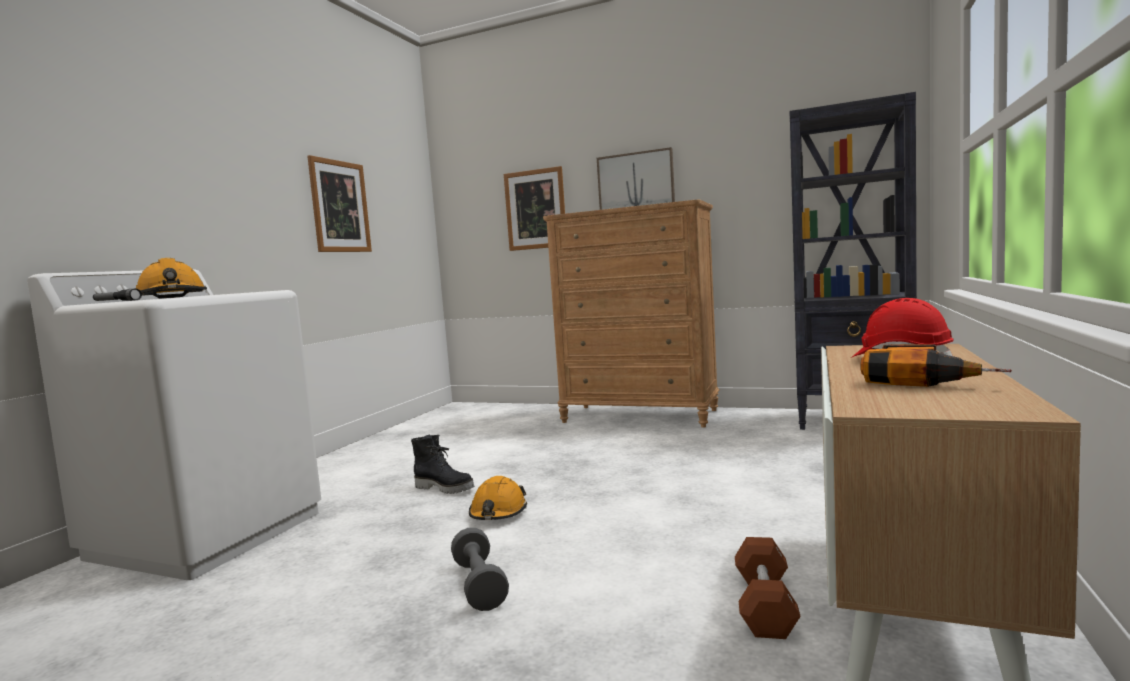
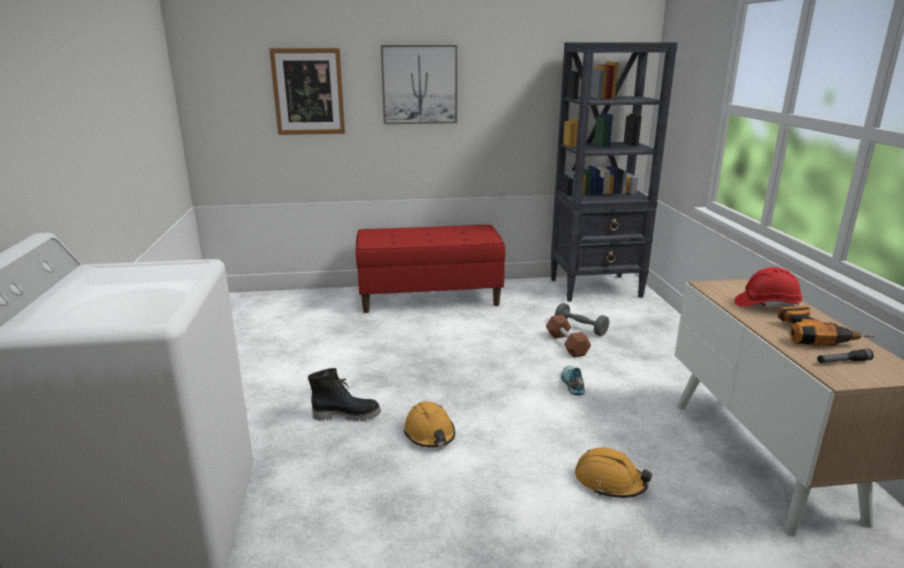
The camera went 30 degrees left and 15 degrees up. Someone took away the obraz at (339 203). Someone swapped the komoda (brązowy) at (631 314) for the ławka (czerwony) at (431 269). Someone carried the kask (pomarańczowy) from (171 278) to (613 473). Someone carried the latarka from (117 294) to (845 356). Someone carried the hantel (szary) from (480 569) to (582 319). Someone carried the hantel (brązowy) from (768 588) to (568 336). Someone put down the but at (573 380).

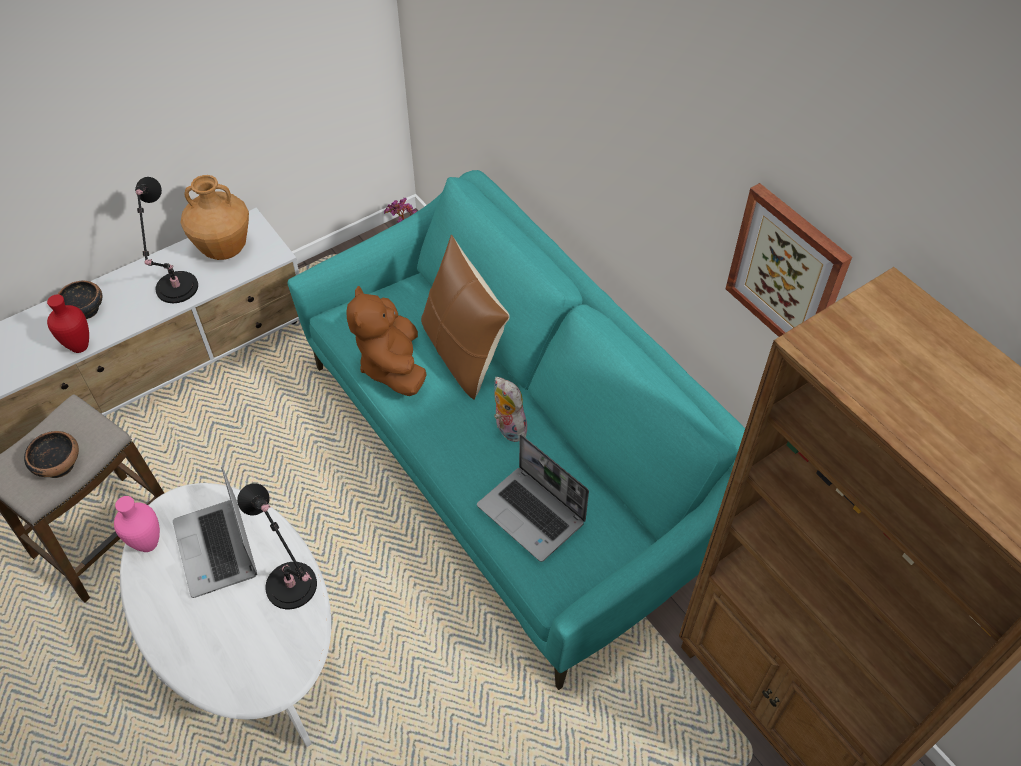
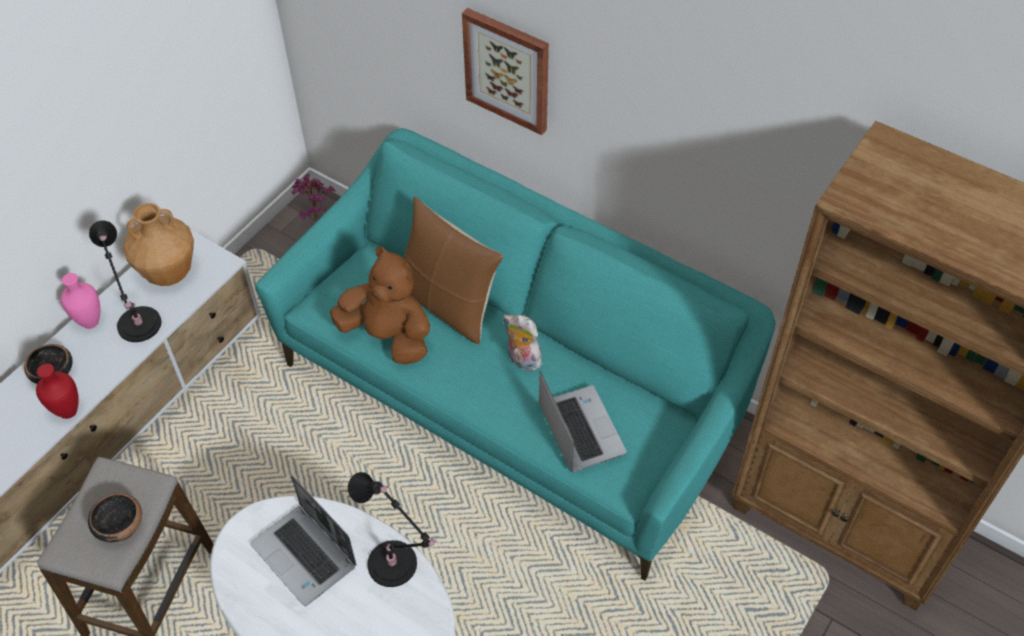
The camera went 20 degrees left and 0 degrees up. Someone carried the obraz from (789 260) to (505 71). Someone rotated the pluszak (brązowy) at (386 341) by 150 degrees clockwise. Someone rotated the laptop at (533 498) by 135 degrees counterclockwise. Someone carried the wazon (różowy) from (137 524) to (80 301).

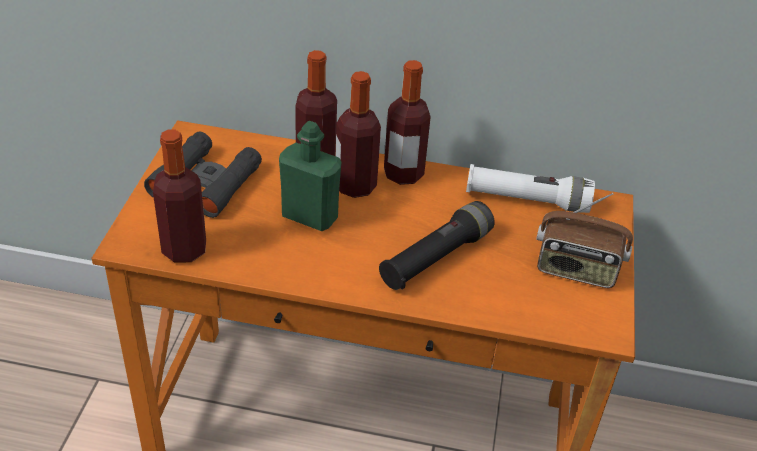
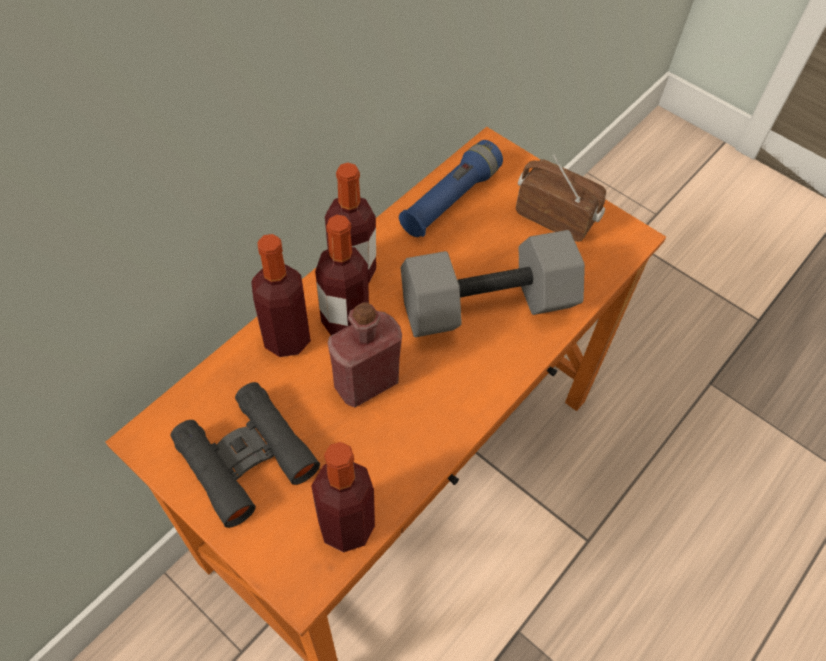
The camera went 60 degrees left and 15 degrees up. Someone repainted the butelka (zielony) at (310 176), which became the butelka (czerwony) at (364 355). Someone repainted the latarka (biały) at (530 188), which became the latarka (niebieski) at (451 188). Someone rotated the radio at (584 240) by 105 degrees counterclockwise. Someone swapped the latarka (czarny) at (437 245) for the hantel (szary) at (493 283).

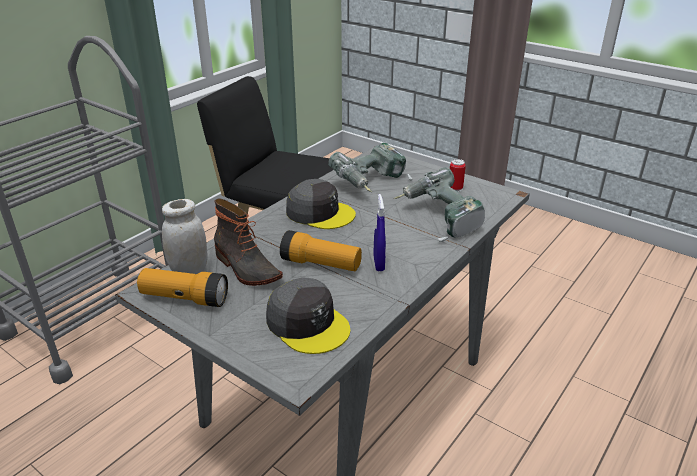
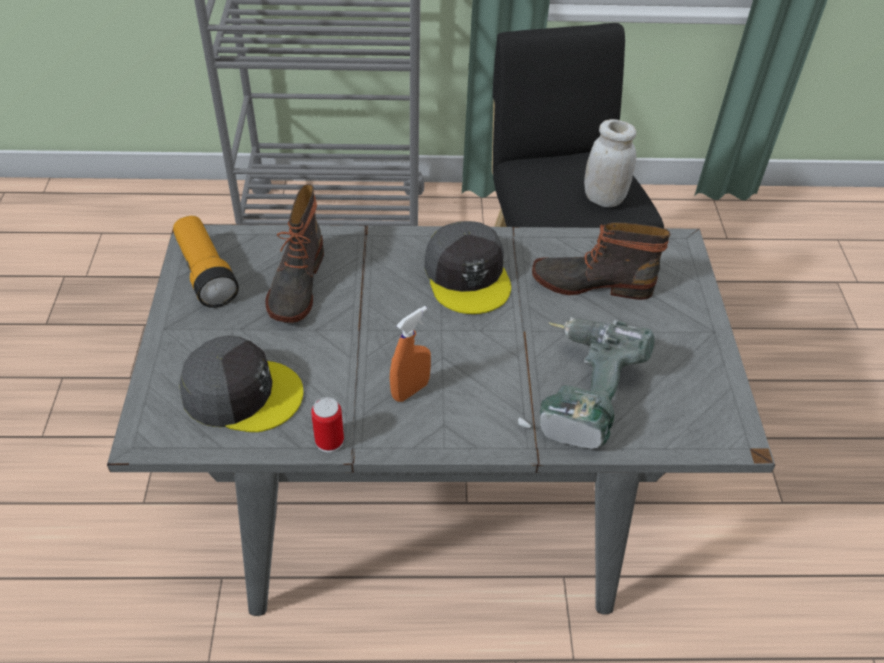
The camera went 50 degrees right and 15 degrees up. Someone swapped the wiertarka at (370 167) for the but z cholewką at (601 261). Someone carried the puszka from (458 175) to (327 425). Someone repainted the spryskiwacz (niebieski) at (380 232), which became the spryskiwacz (pomarańczowy) at (410 354). Someone carried the słoik (biały) from (185 236) to (610 163). Someone took away the latarka at (321 250). Someone rotated the czapka z daszkiem (szary) at (308 316) by 90 degrees counterclockwise.

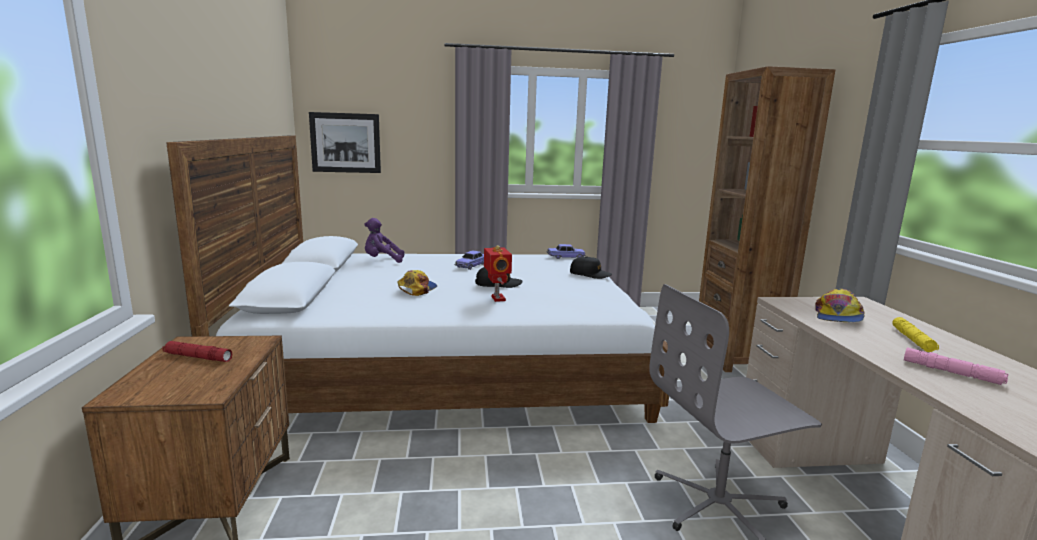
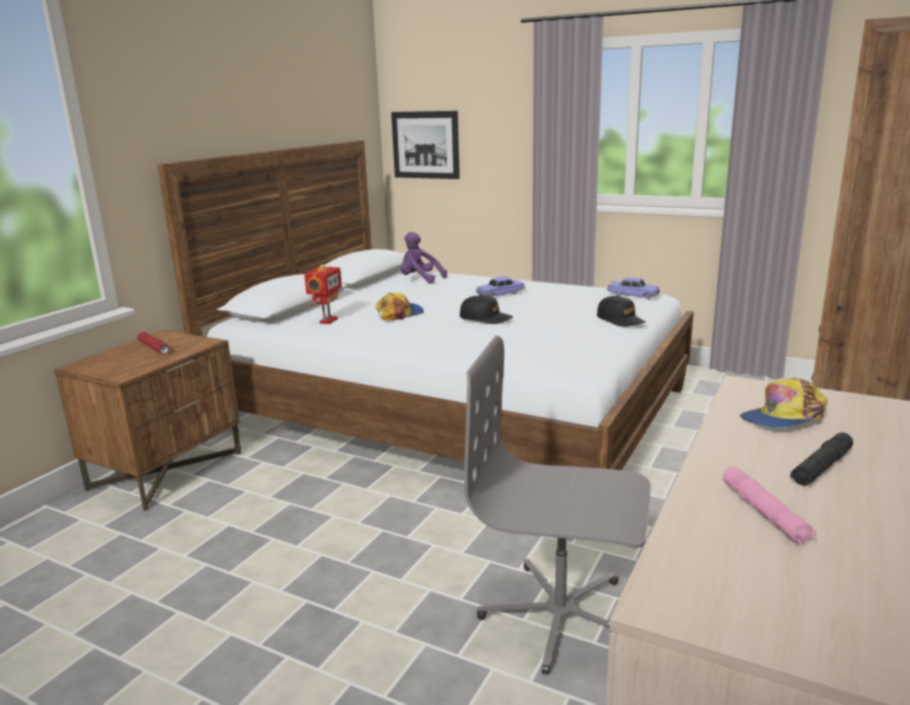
The camera went 35 degrees right and 5 degrees up. Someone carried the robot zabawkowy from (498 273) to (323 294). Someone repainted the latarka (żółty) at (915 334), which became the latarka (czarny) at (821 459).

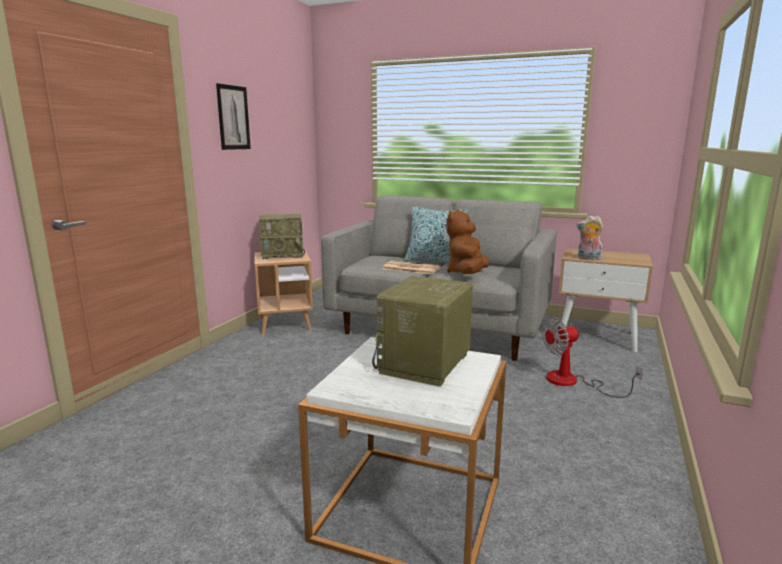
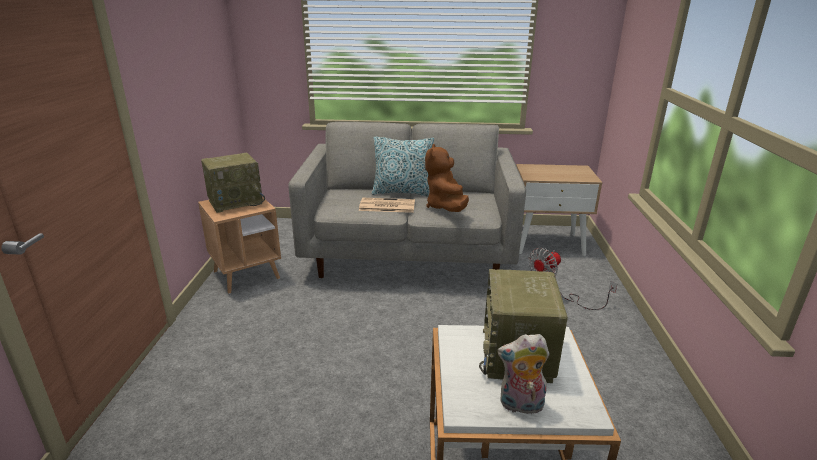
The camera went 20 degrees left and 10 degrees up. Someone took away the obraz at (233 116). Someone carried the pluszak from (590 238) to (523 374).

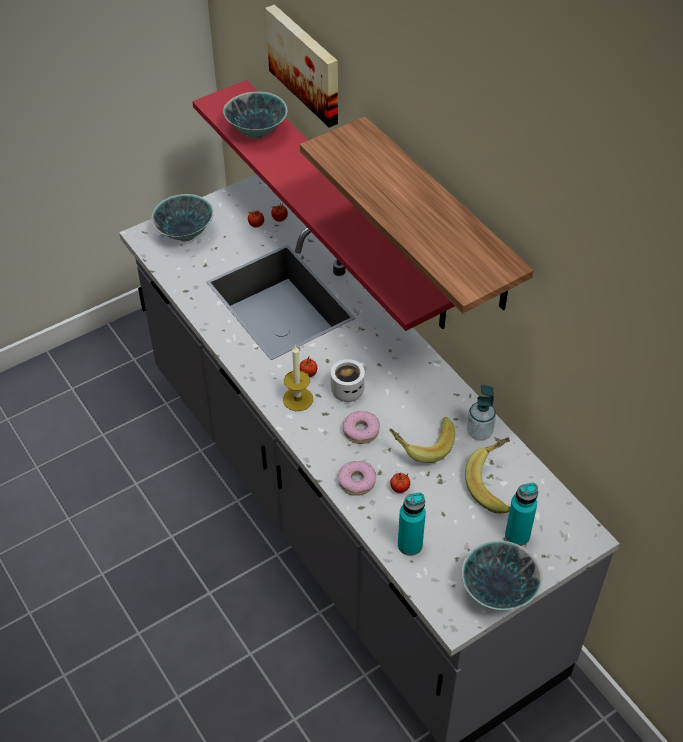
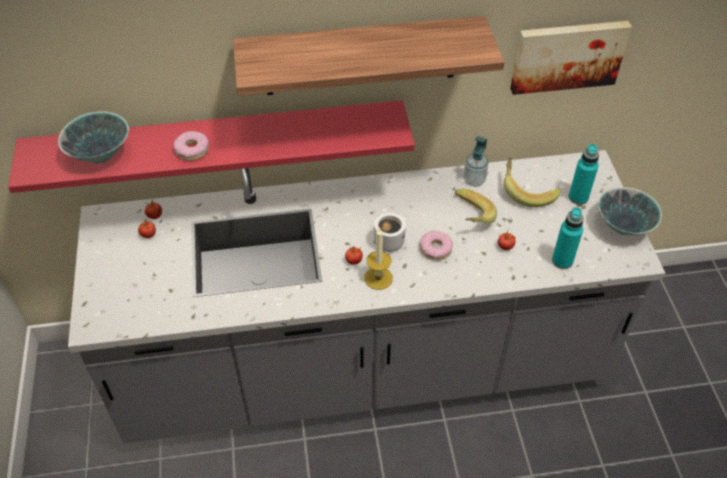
The camera went 65 degrees left and 0 degrees up. Someone carried the obraz from (301 66) to (571 58). Someone took away the miska at (182 218). Someone carried the donut from (357 478) to (191 146).

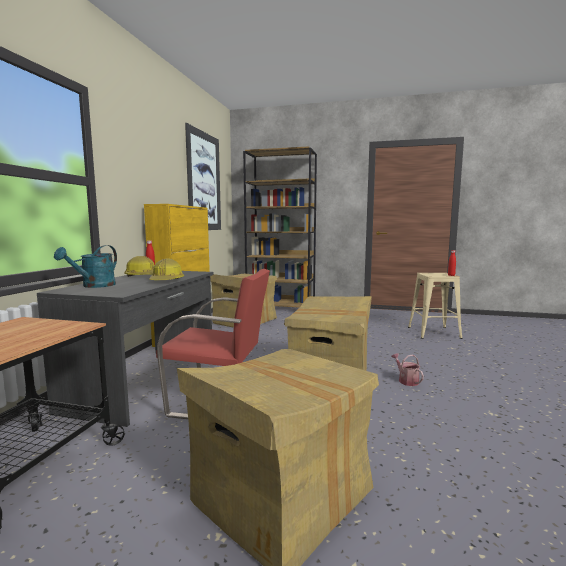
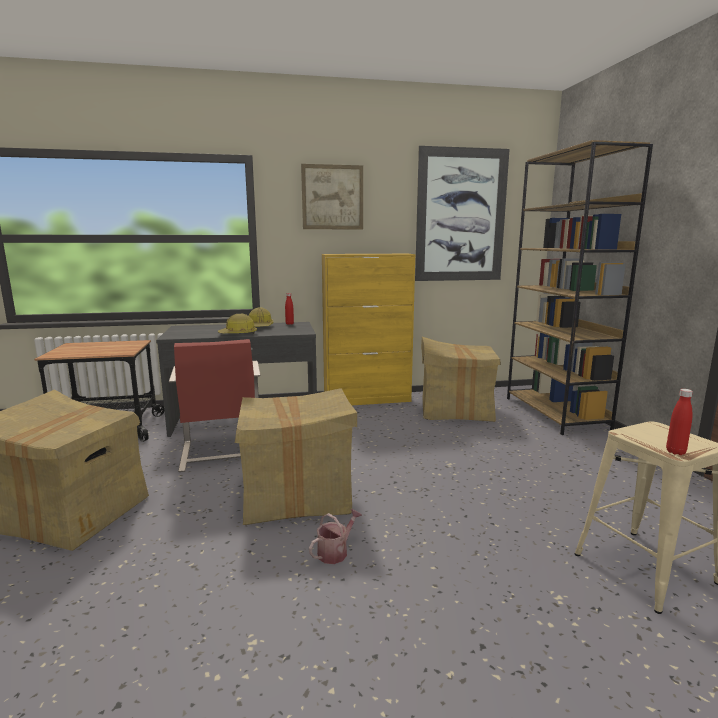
The camera went 65 degrees right and 5 degrees up. Someone took away the konewka (turkusowy) at (85 266). Someone put up the obraz at (332 196).

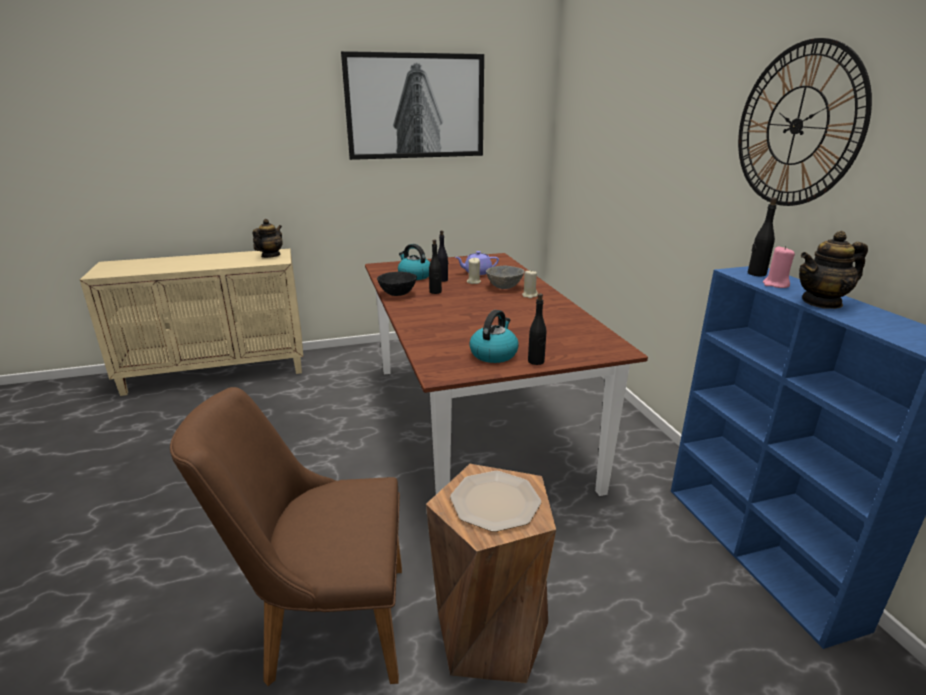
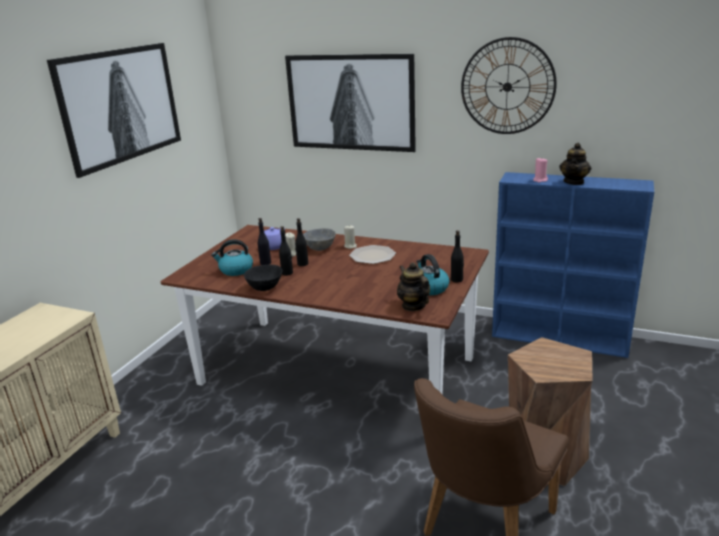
The camera went 50 degrees left and 0 degrees up. Someone carried the butelka (czarny) from (762 237) to (301 242). Someone carried the imbryk from (268 238) to (413 286). Someone carried the talerz from (495 501) to (372 254). Someone put up the obraz at (350 103).

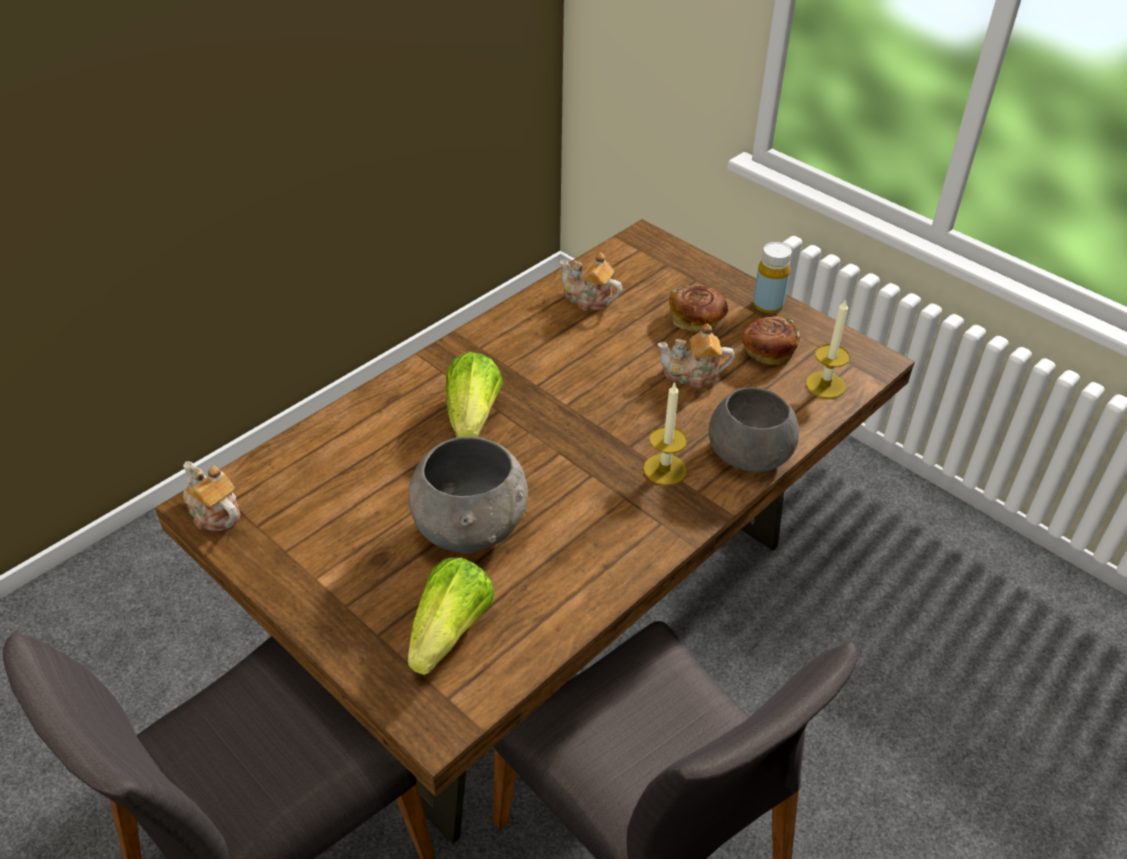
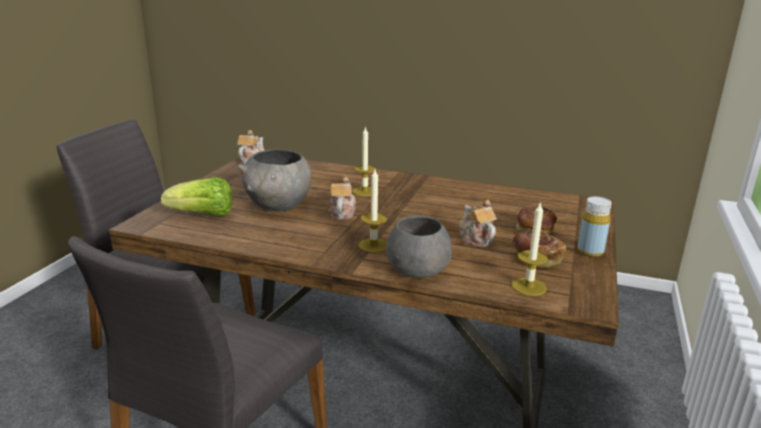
The camera went 65 degrees right and 20 degrees down. Someone carried the imbryk from (591 281) to (342 198). Someone swapped the sałata at (474 395) for the świeca at (364 161).

